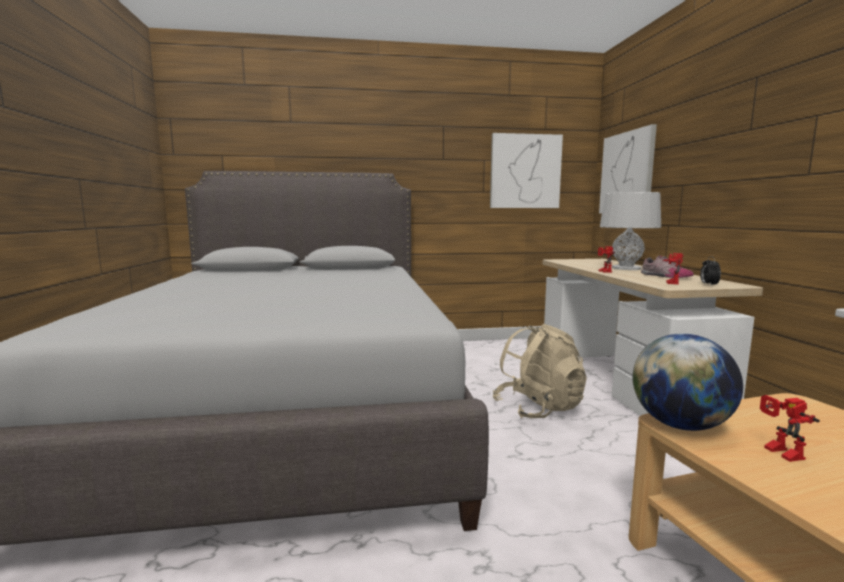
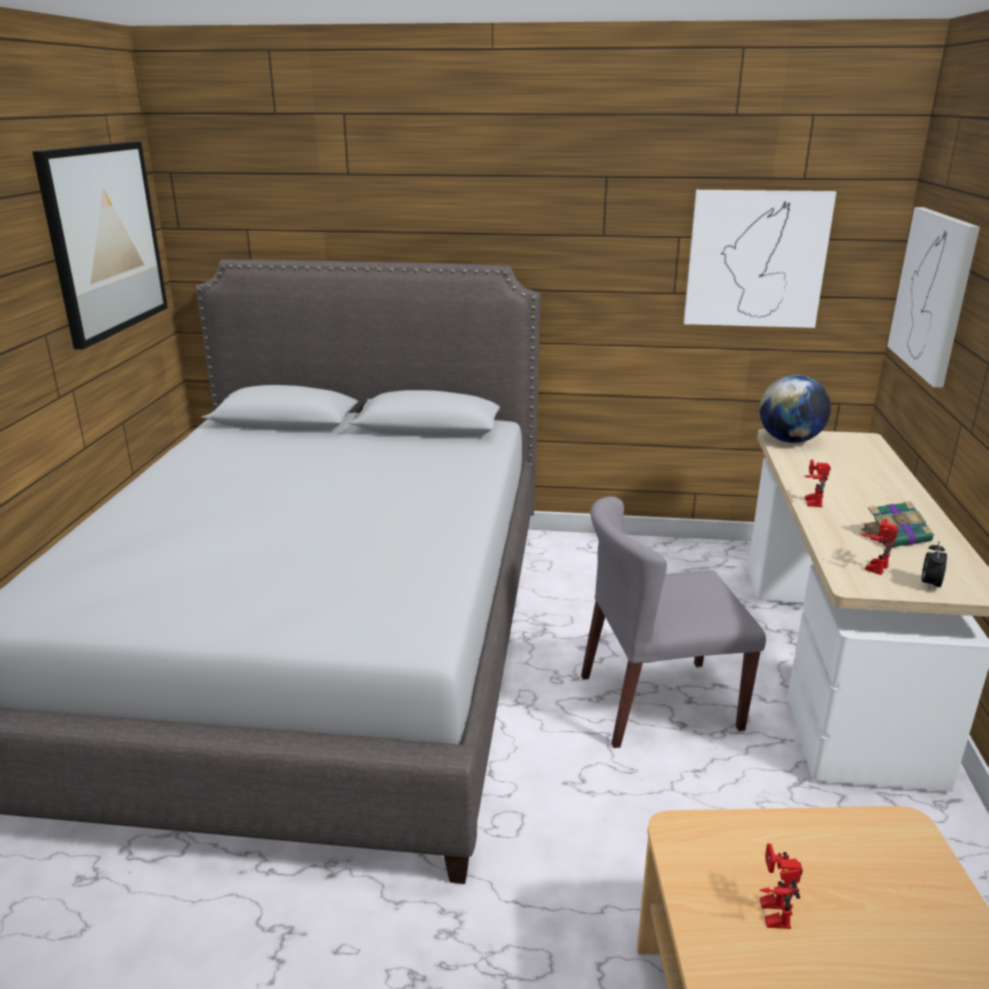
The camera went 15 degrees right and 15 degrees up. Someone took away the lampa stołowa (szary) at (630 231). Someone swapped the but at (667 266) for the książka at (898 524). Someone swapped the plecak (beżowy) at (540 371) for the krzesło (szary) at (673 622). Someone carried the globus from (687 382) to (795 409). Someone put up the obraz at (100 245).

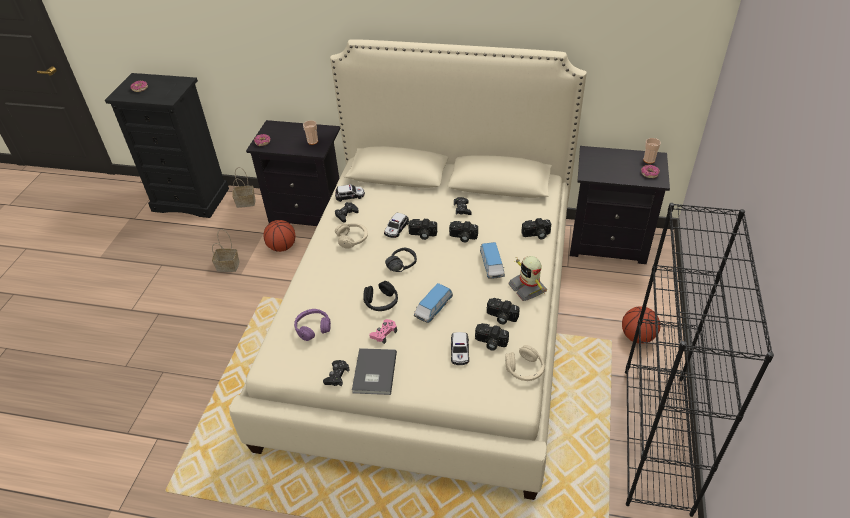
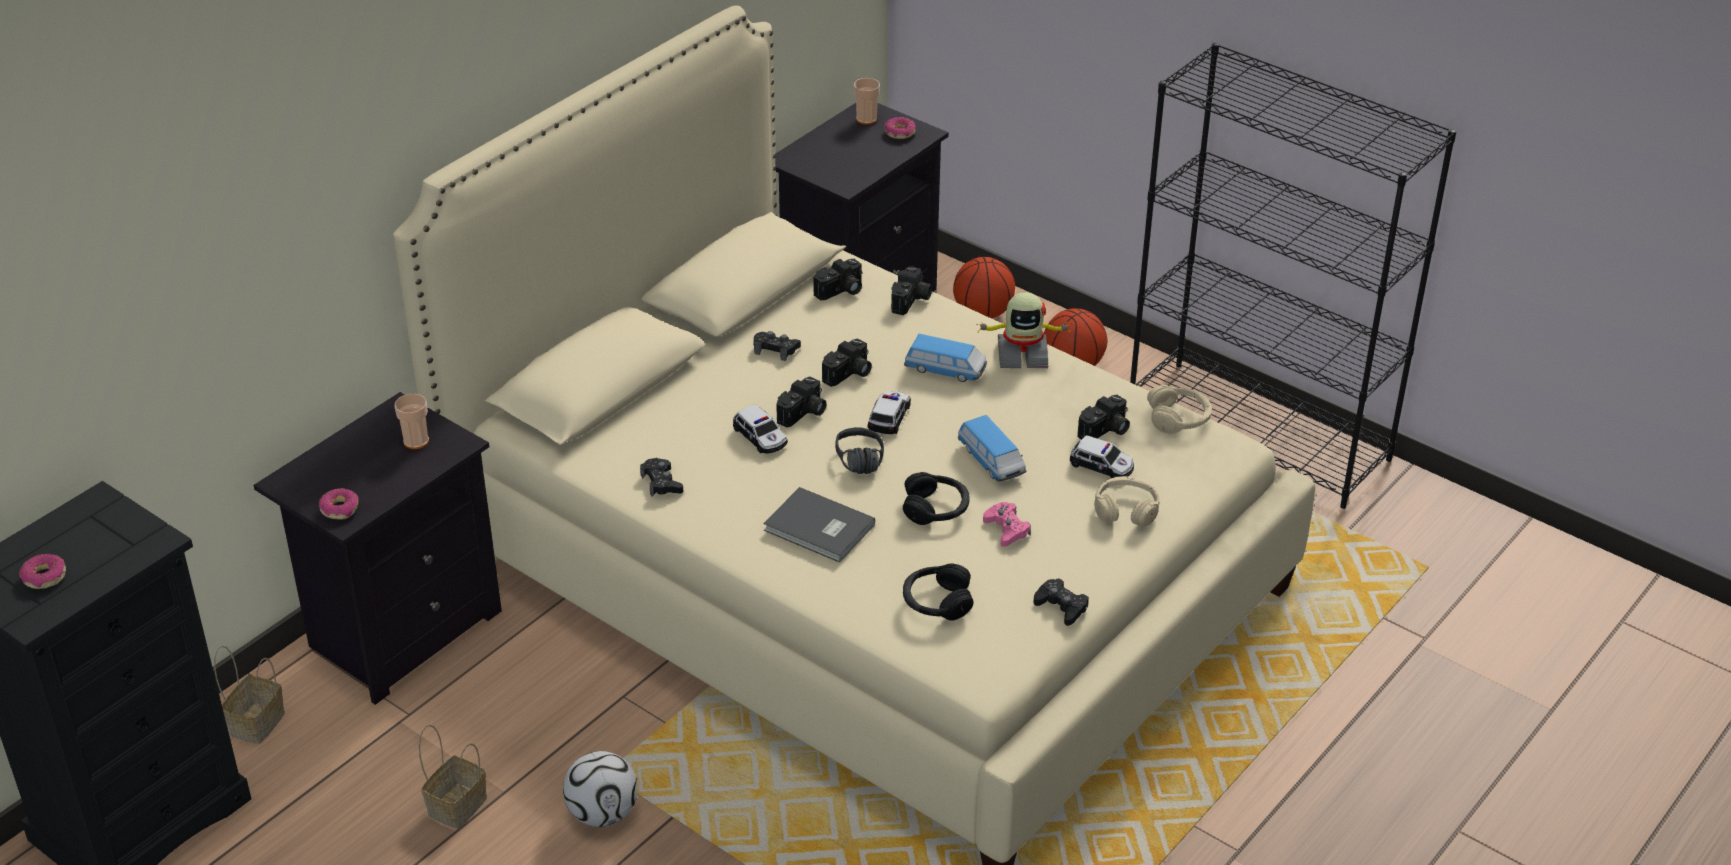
The camera went 65 degrees left and 5 degrees down. Someone carried the samochodzik from (350 193) to (889 412). Someone carried the piłka do koszykówki from (279 236) to (984 288). Someone carried the słuchawki (beżowy) from (351 236) to (1127 501). Someone carried the aparat fotograficzny from (503 311) to (838 279). Someone repainted the słuchawki (fioletowy) at (312 325), which became the słuchawki (czarny) at (938 591). Someone carried the książka (szary) from (374 371) to (819 525). Someone put down the piłka futbolowa at (600 789).

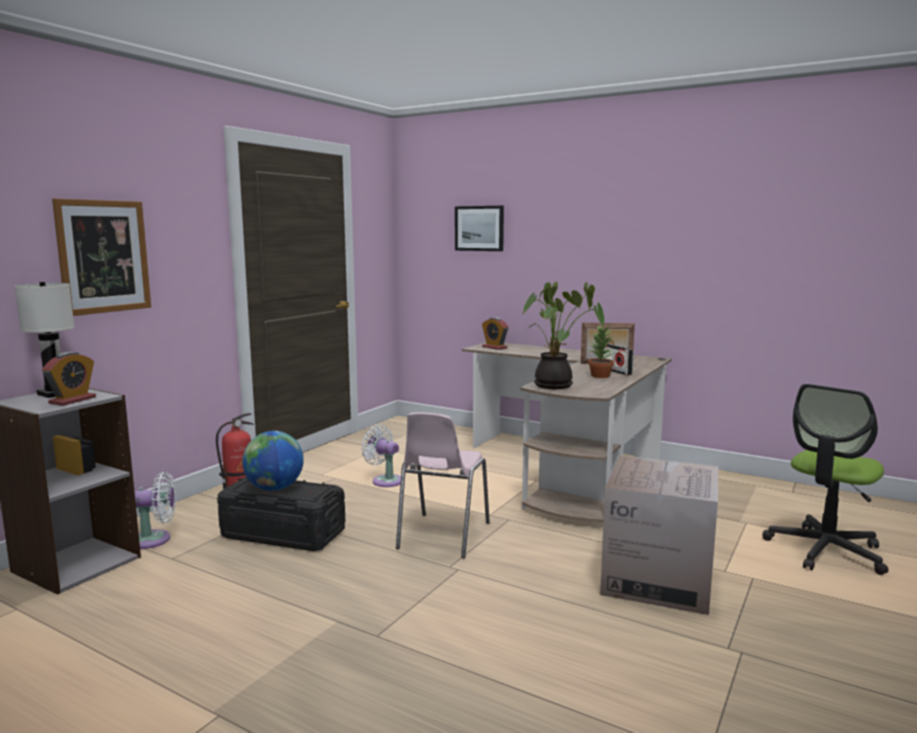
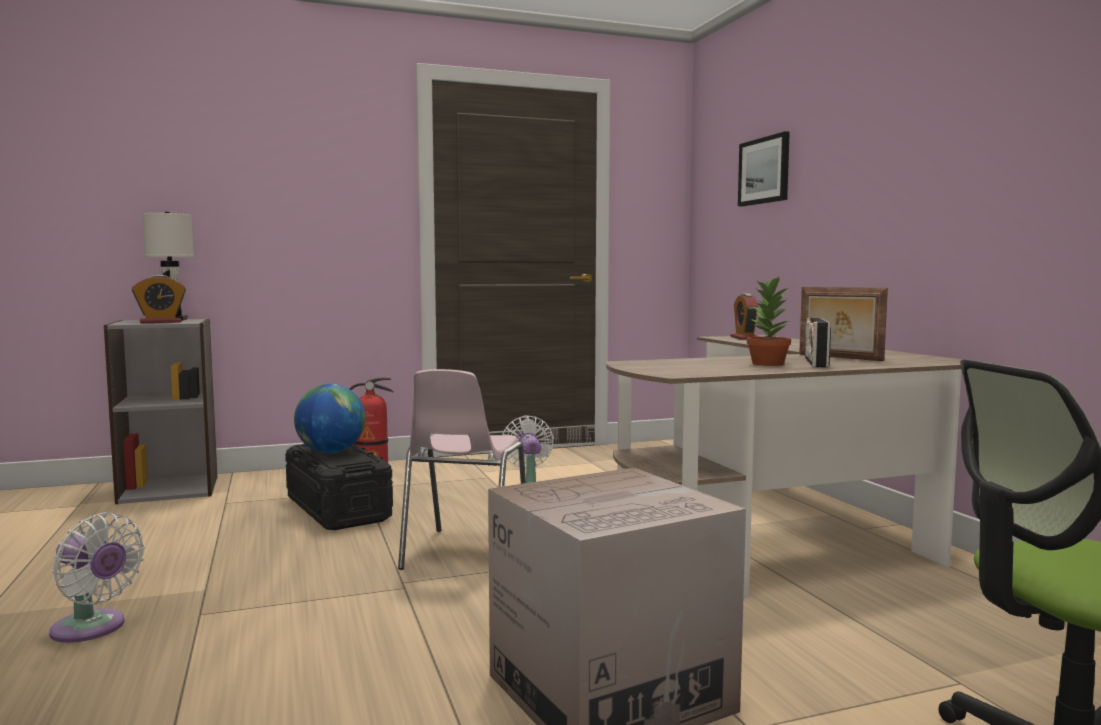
The camera went 40 degrees right and 5 degrees down. Someone took away the obraz at (101 257). Someone took away the roślina doniczkowa at (563 335). Someone rotated the krzesło (różowy) at (443 485) by 45 degrees counterclockwise. Someone carried the wentylator (biały) from (155 510) to (97 577).

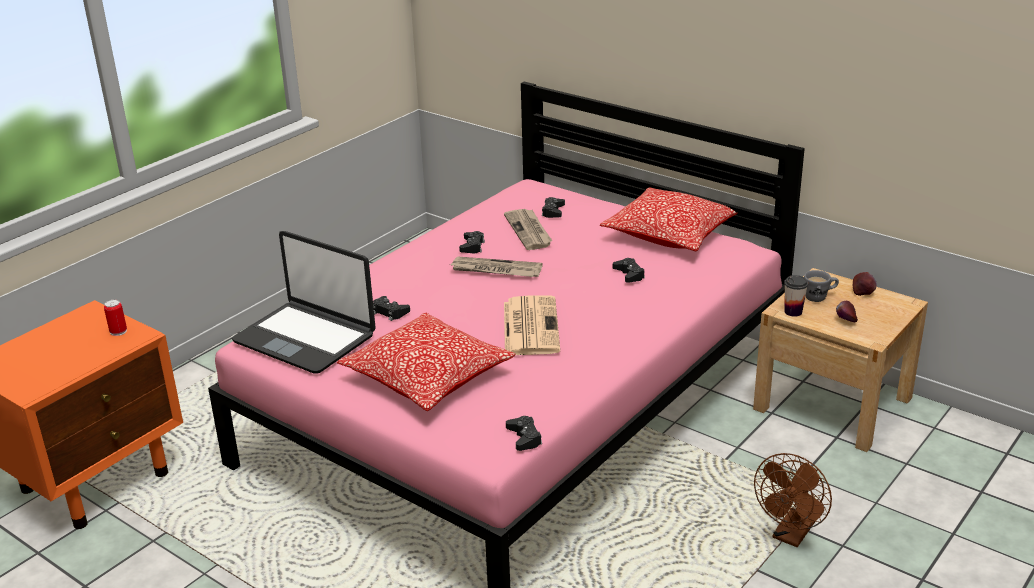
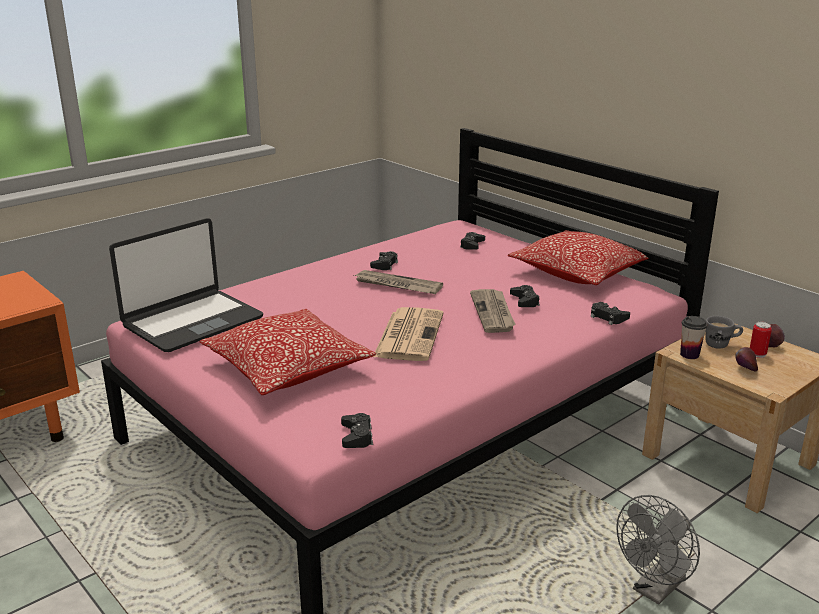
The camera went 10 degrees right and 5 degrees down. Someone carried the gazeta from (528 229) to (493 311). Someone rotated the laptop at (304 302) by 90 degrees counterclockwise. Someone carried the pad do gier (czarny) from (391 308) to (610 313). Someone carried the puszka from (115 317) to (761 340). Someone repainted the wentylator (brązowy) at (793 500), which became the wentylator (szary) at (658 549).

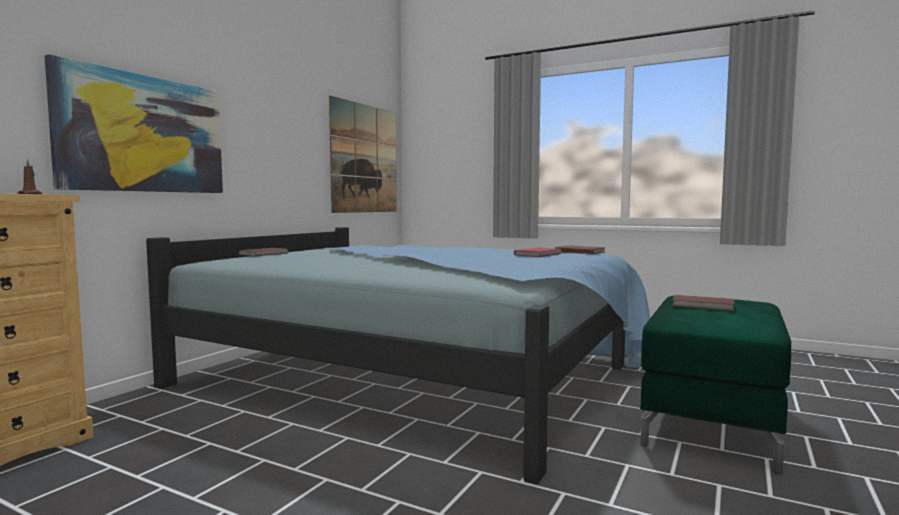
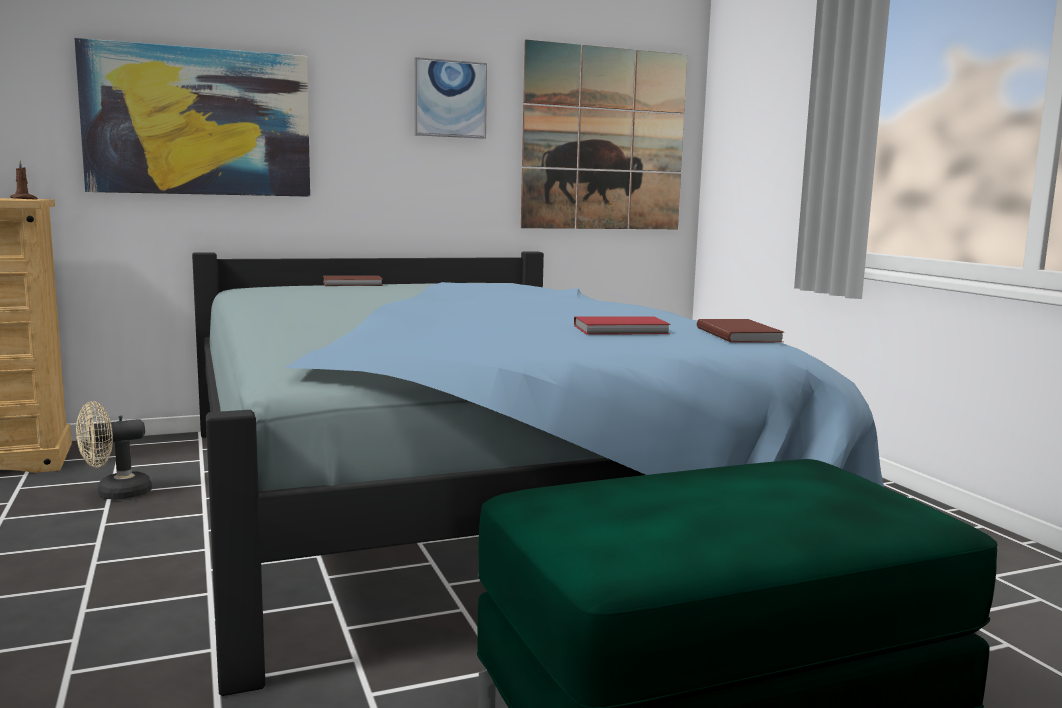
The camera went 40 degrees right and 5 degrees up. Someone took away the książka (brązowy) at (703 303). Someone put up the obraz at (450 98). Someone put down the wentylator (beżowy) at (114 450).

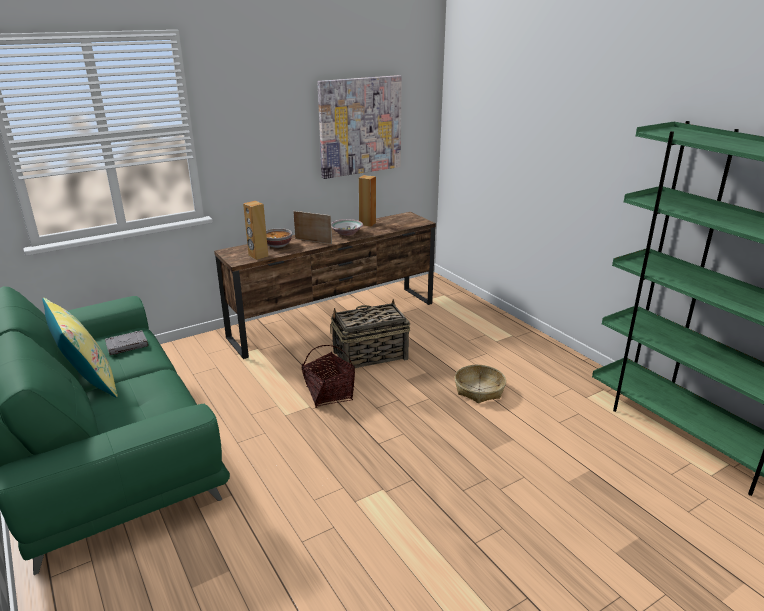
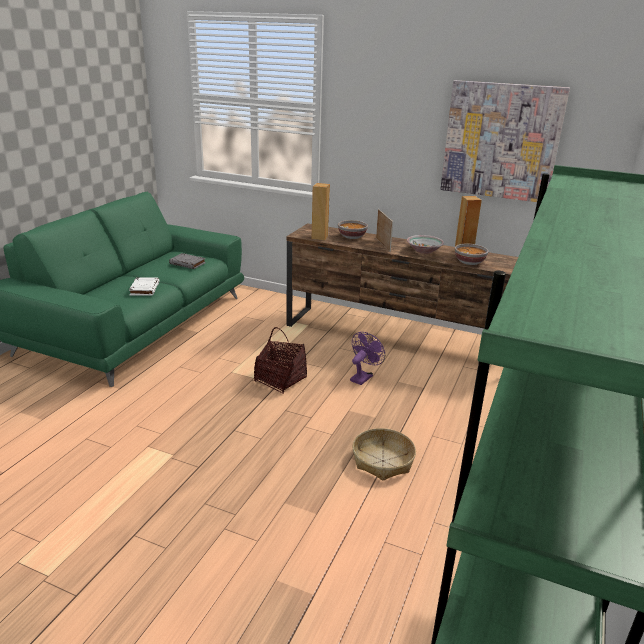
The camera went 55 degrees right and 0 degrees up. Someone took away the poduszka (żółty) at (80 347). Someone swapped the koszyk at (370 335) for the wentylator (fioletowy) at (367 358). Someone put down the miska at (472 254). Someone put down the książka (biały) at (144 286).

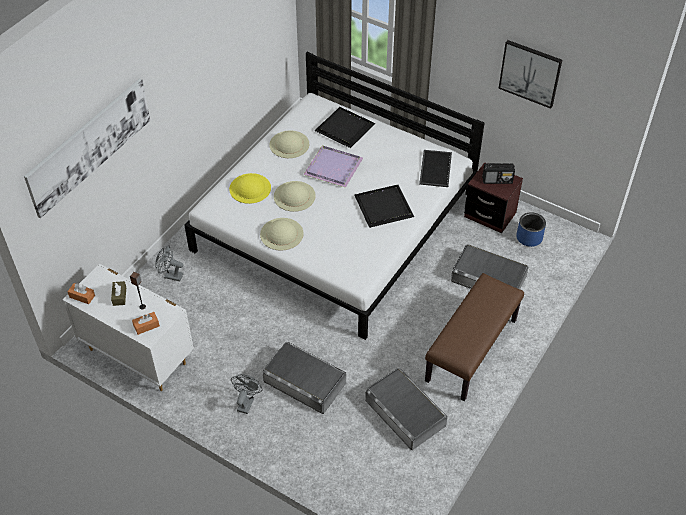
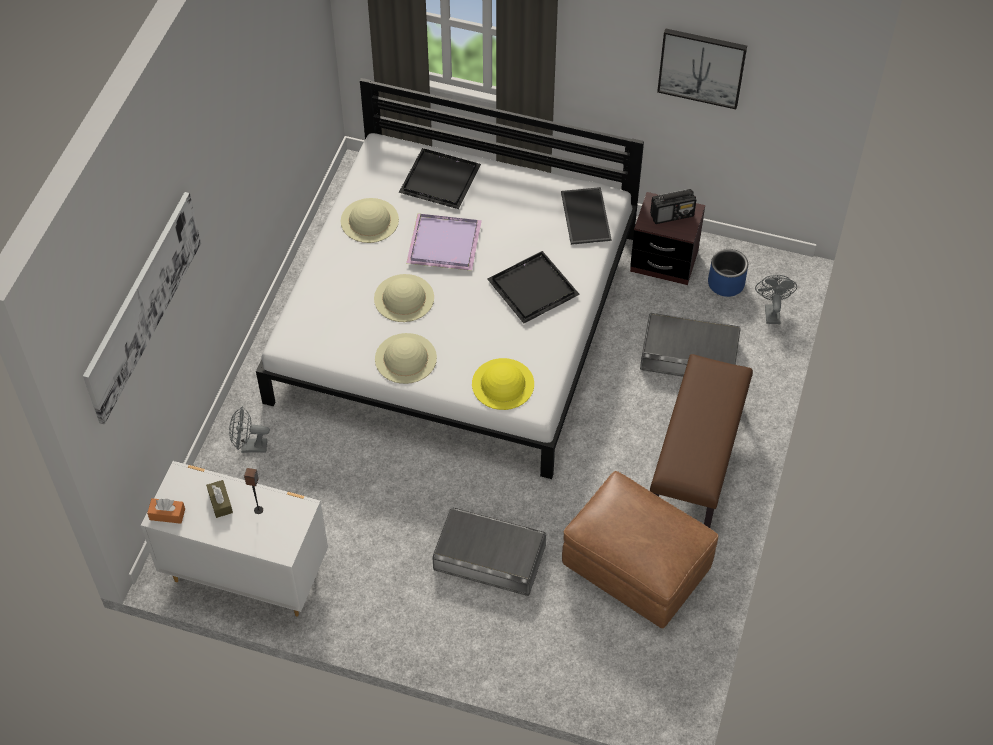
The camera went 15 degrees left and 5 degrees up. Someone carried the kapelusz (żółty) from (250 188) to (503 384). Someone took away the pudełko chusteczek (pomarańczowy) at (146 323). Someone swapped the pojemnik do przechowywania (szary) at (406 409) for the pufa (brązowy) at (640 549). Someone carried the wentylator (szary) from (246 394) to (776 299).

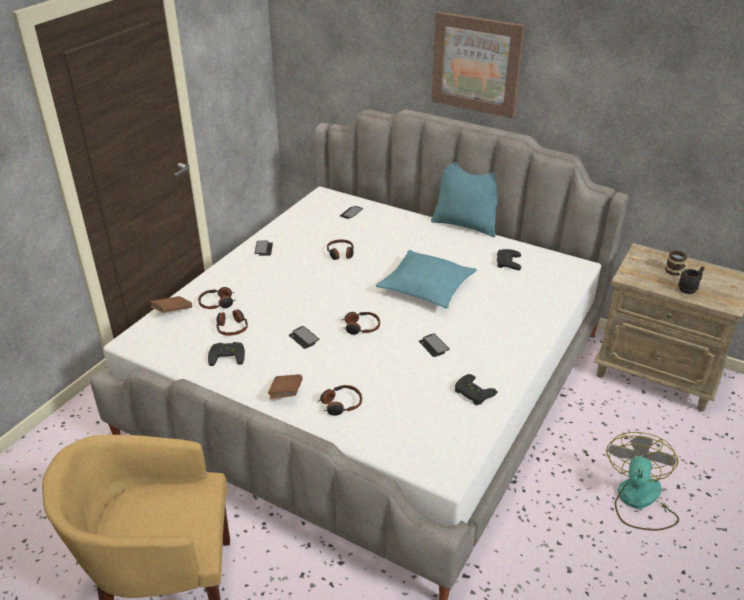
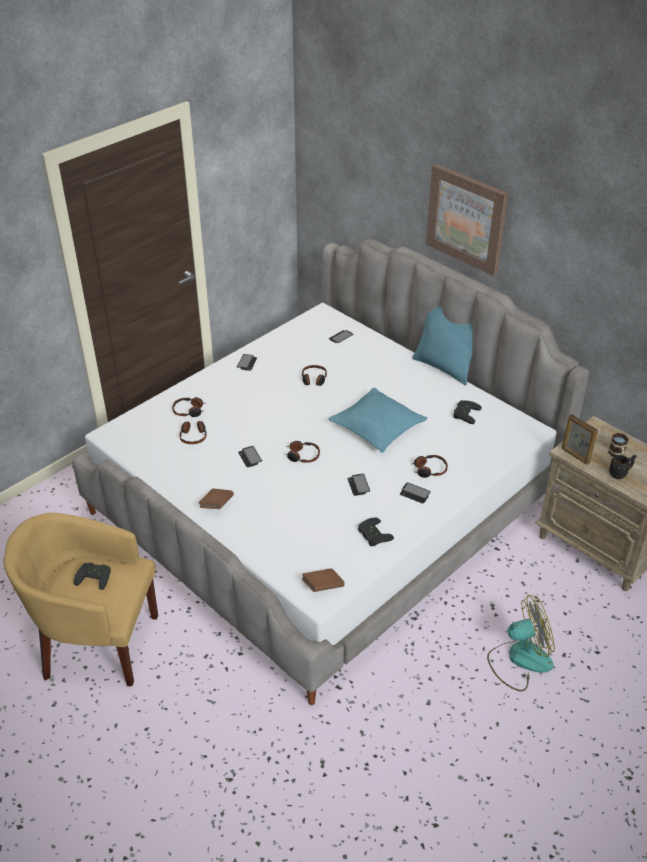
The camera went 15 degrees right and 5 degrees up. Someone carried the książka (brązowy) from (171 304) to (323 580). Someone carried the pad do gier (czarny) from (226 354) to (92 576). Someone carried the słuchawki from (340 400) to (430 466). Someone rotated the wentylator at (642 481) by 45 degrees clockwise. Someone put down the ramka na zdjęcie at (580 439). Someone put down the telefon at (415 493).

